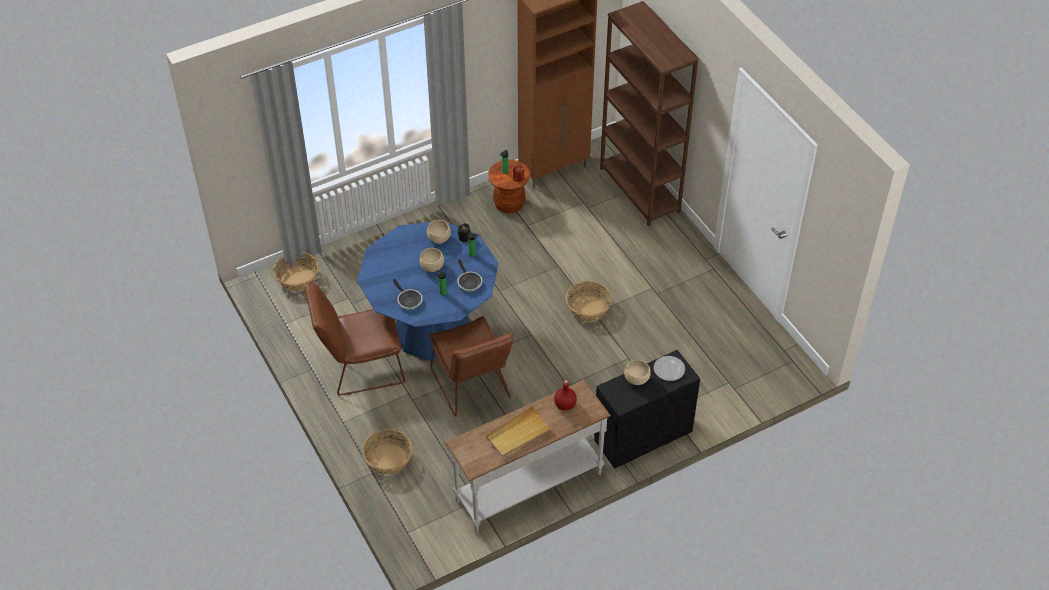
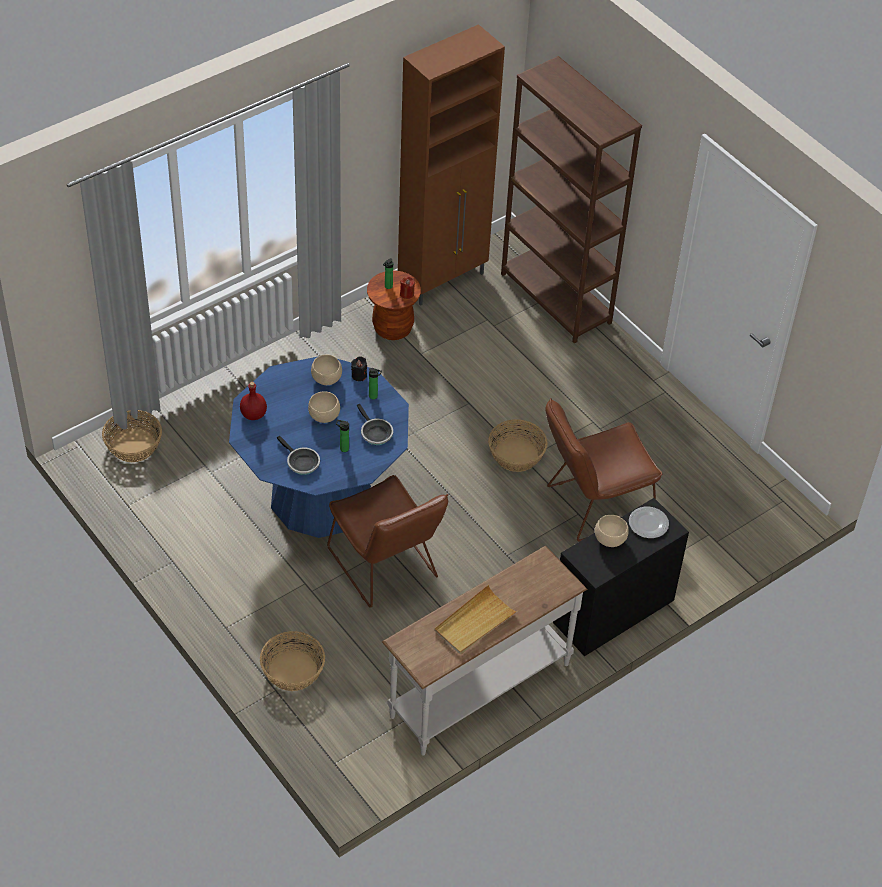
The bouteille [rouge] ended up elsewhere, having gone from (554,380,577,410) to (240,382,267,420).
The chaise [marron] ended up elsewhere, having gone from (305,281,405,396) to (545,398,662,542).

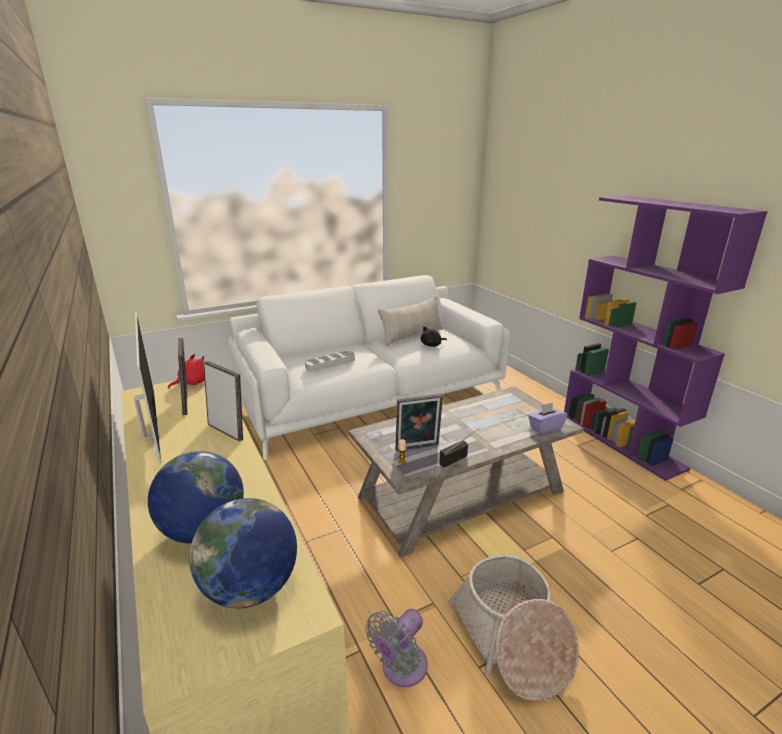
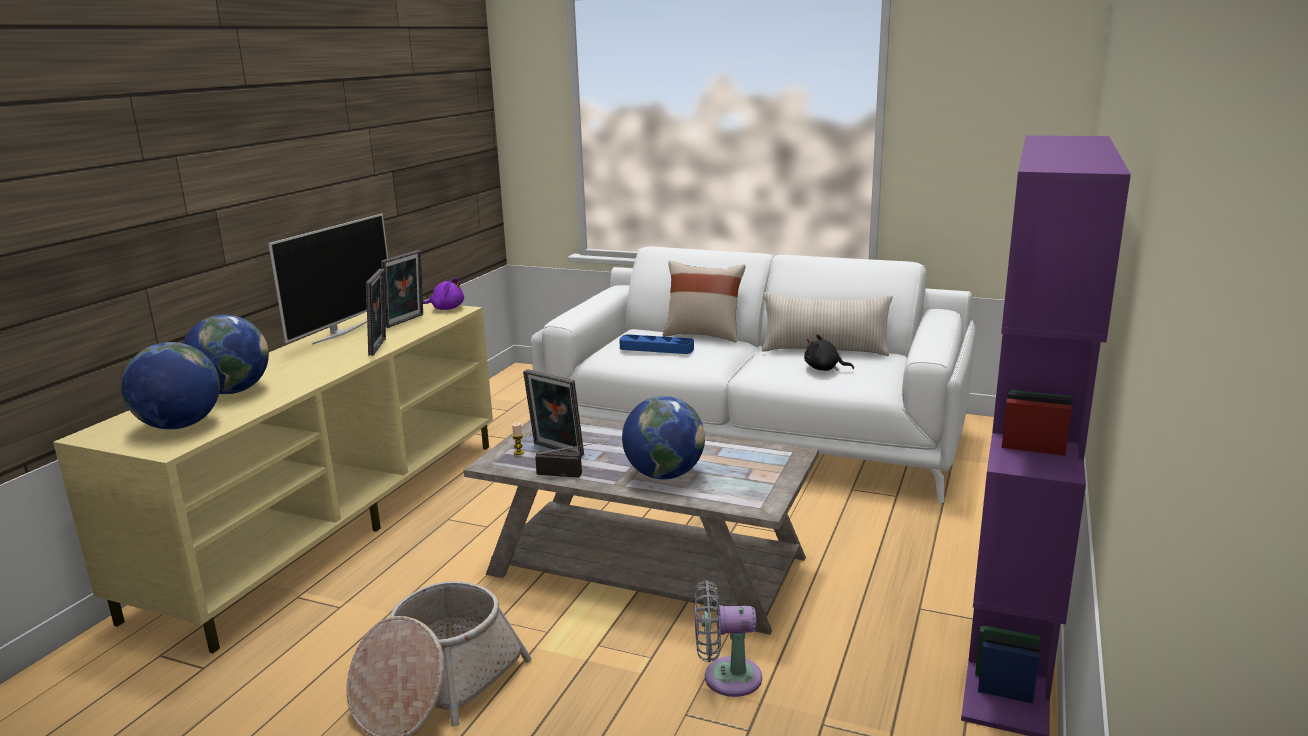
What was the peluche [rouge] at (168,354,205,389) turned into the peluche [violet] at (423,278,464,310).
What was the plateau [gris] at (305,350,355,372) turned into the plateau [bleu] at (619,334,694,354).
The second view gained the globe at (622,396,705,479).
The second view gained the coussin [beige] at (662,261,745,343).
The ventilateur [gris] ended up elsewhere, having gone from (365,609,428,687) to (695,580,762,697).
The second view lost the boîte à mouchoirs [violet] at (528,402,567,434).

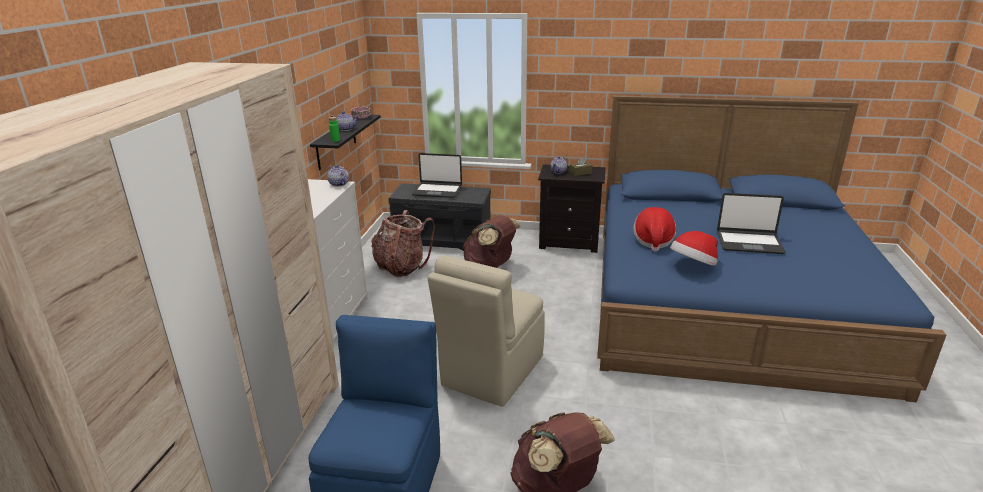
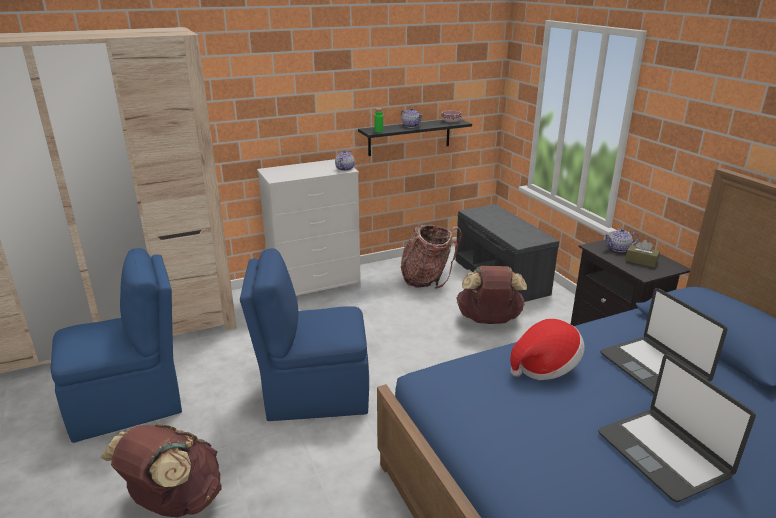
What was the chaise [beige] at (428,256,545,407) turned into the chaise [bleu] at (240,248,369,421).
The ordinateur portable ended up elsewhere, having gone from (412,153,462,198) to (600,288,727,394).
The second view lost the chapeau at (670,231,718,266).

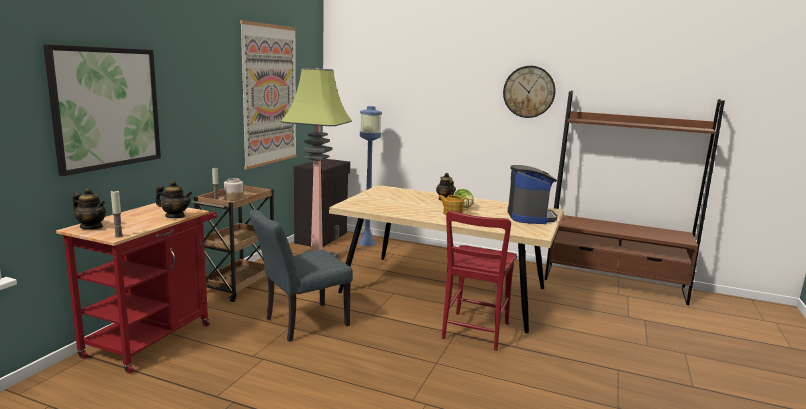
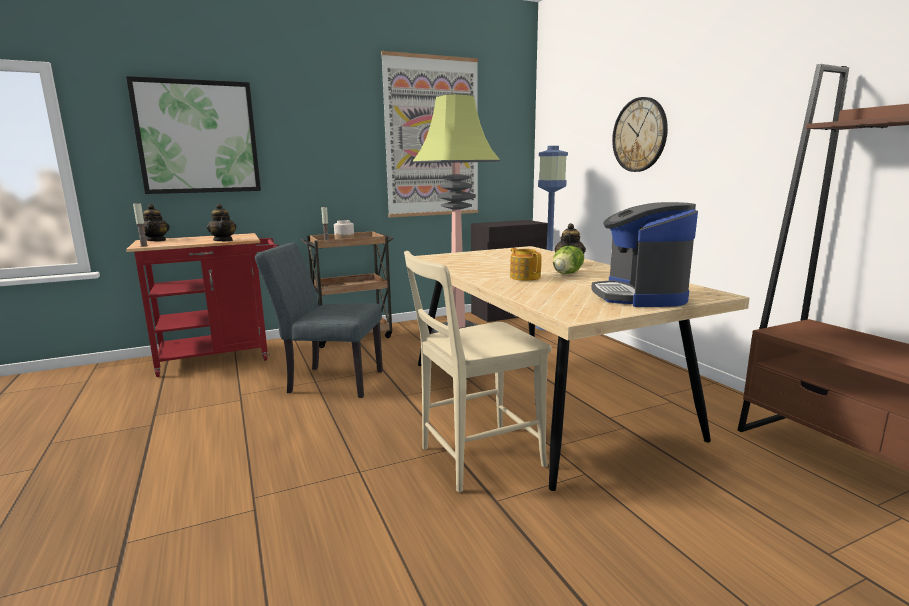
What was the chaise [rouge] at (442,211,517,351) turned into the chaise [beige] at (404,251,552,492).
The machine à café at (507,165,558,224) ended up facing another way, 135 degrees clockwise from before.
The horloge murale ended up elsewhere, having gone from (503,66,556,118) to (612,97,668,172).

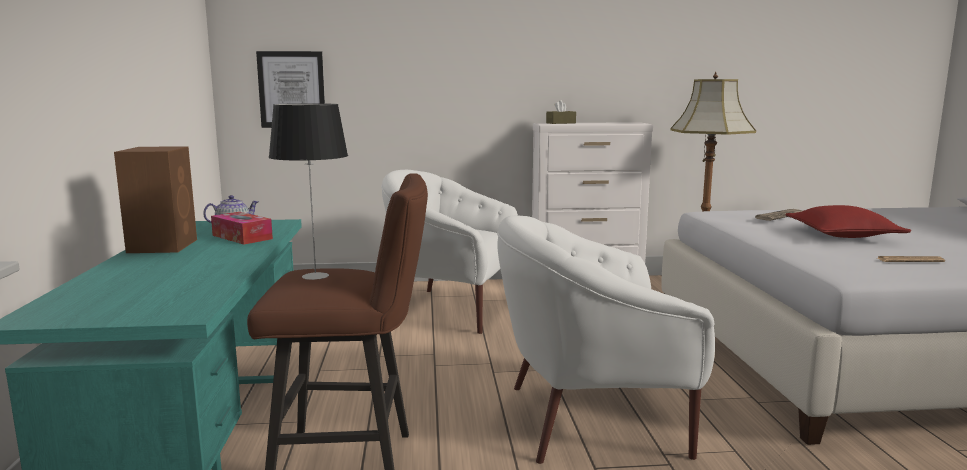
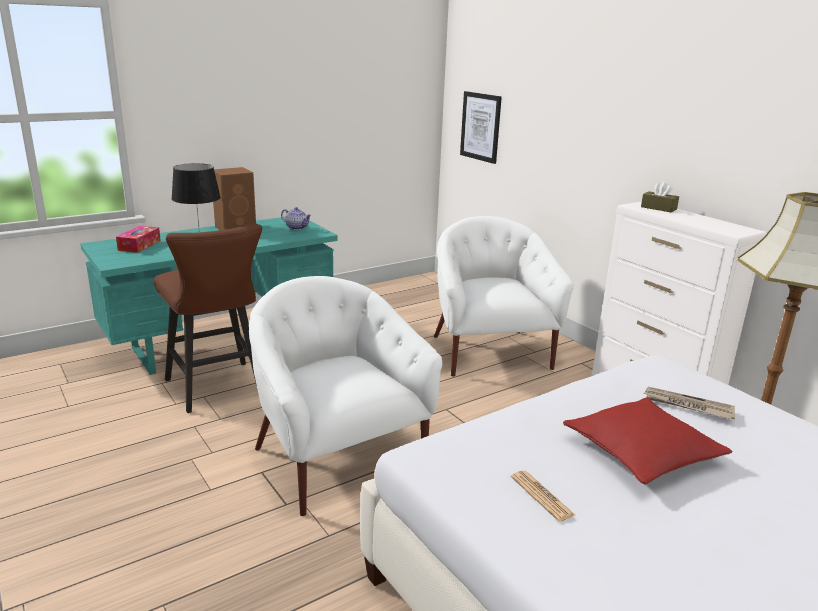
The boîte à mouchoirs ended up elsewhere, having gone from (211,212,273,245) to (116,226,161,253).

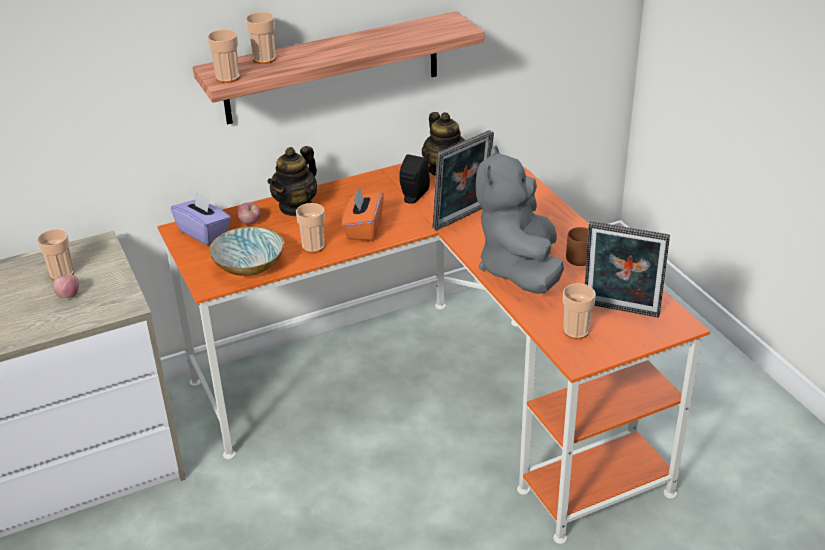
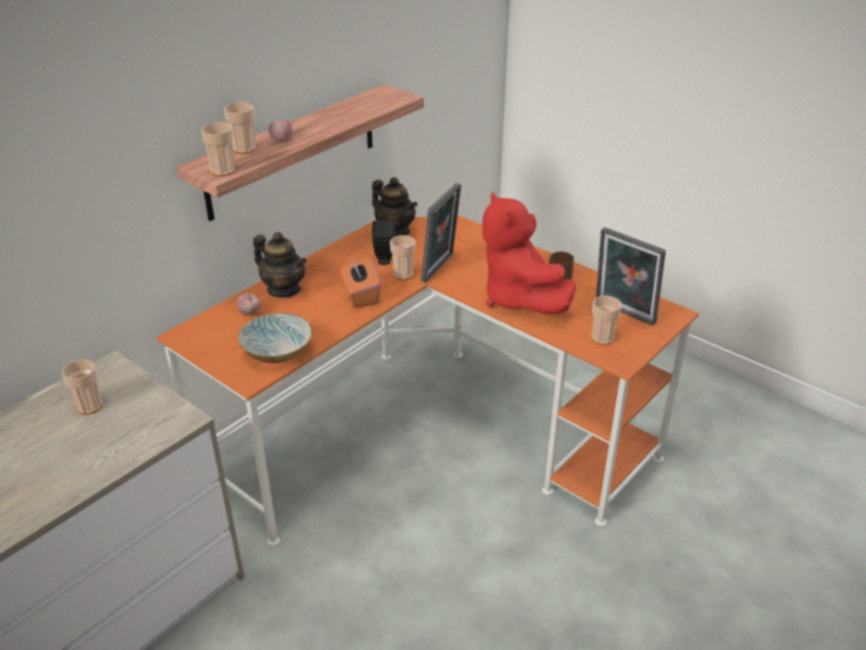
The théière at (268,146,317,216) ended up facing another way, 60 degrees counterclockwise from before.
The pomme ended up elsewhere, having gone from (53,275,79,298) to (269,120,292,142).
The tasse ended up elsewhere, having gone from (296,203,325,253) to (390,235,415,280).
What was the peluche [gris] at (476,145,564,294) turned into the peluche [rouge] at (482,191,576,314).
The cadre photo at (585,221,670,318) ended up facing another way, 45 degrees clockwise from before.
The second view lost the boîte à mouchoirs [violet] at (171,191,231,245).

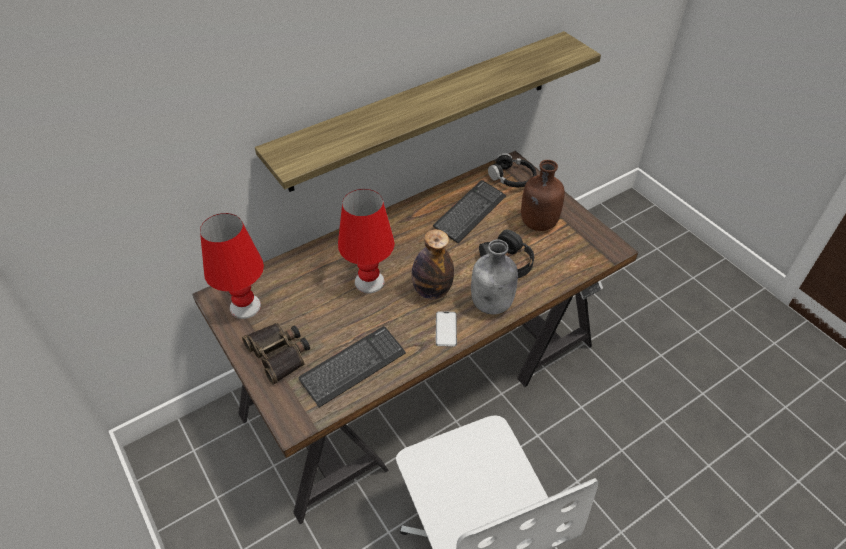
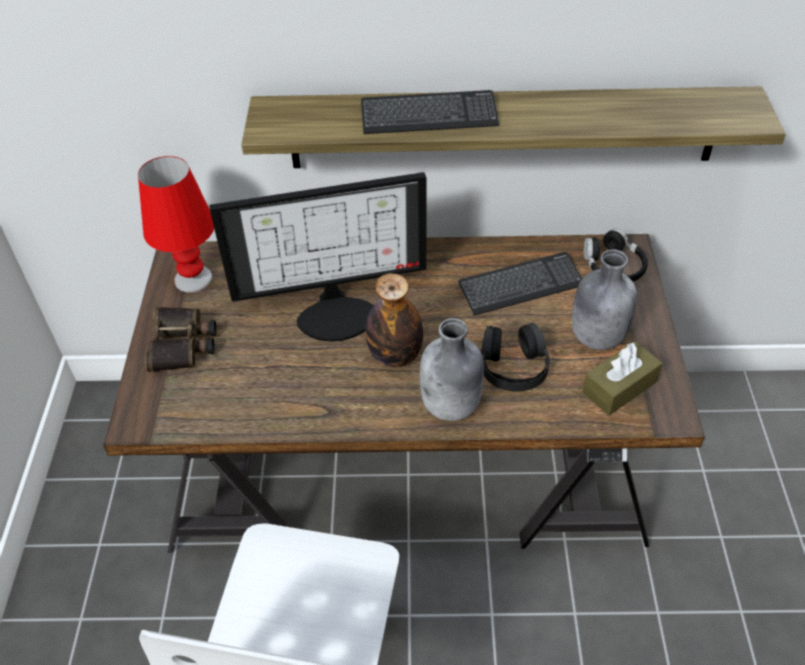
Where the lampe de table [rouge] stood at (338,189,395,293), the écran d'ordinateur came to stand at (210,172,427,342).
The clavier ended up elsewhere, having gone from (298,326,406,408) to (361,90,499,134).
What was the bouteille [marron] at (521,160,565,231) turned into the bouteille [gris] at (572,249,637,350).
The second view gained the boîte à mouchoirs [marron] at (582,341,663,416).
The second view lost the téléphone at (436,311,457,347).

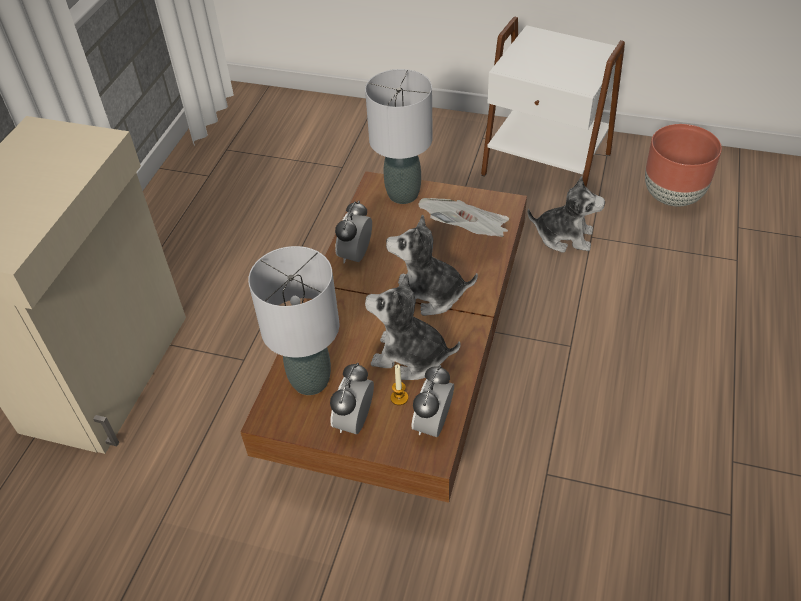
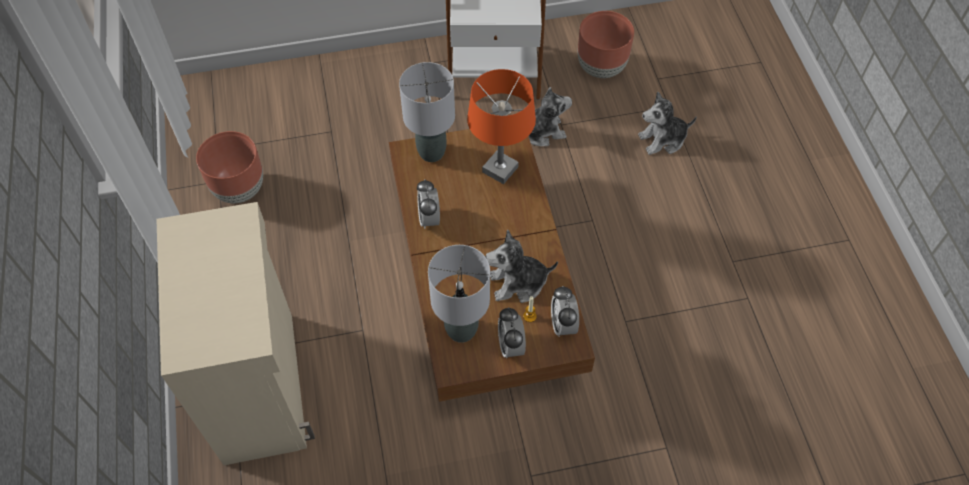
The second view gained the cache-pot [marron] at (196,131,263,203).
Where the journal stood at (419,198,509,237), the lampe de table [orange] came to stand at (467,69,536,184).
The peluche ended up elsewhere, having gone from (386,215,478,316) to (638,92,697,155).

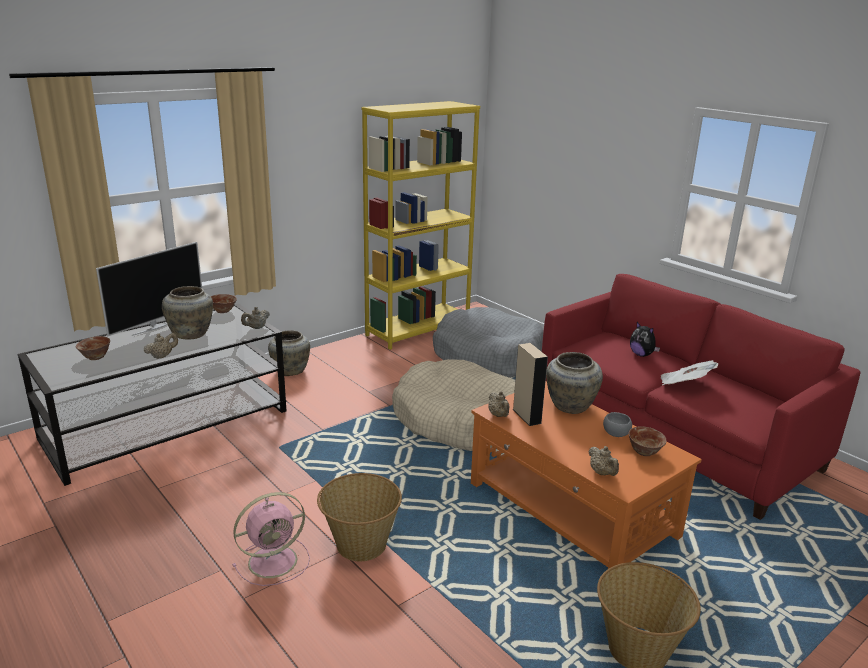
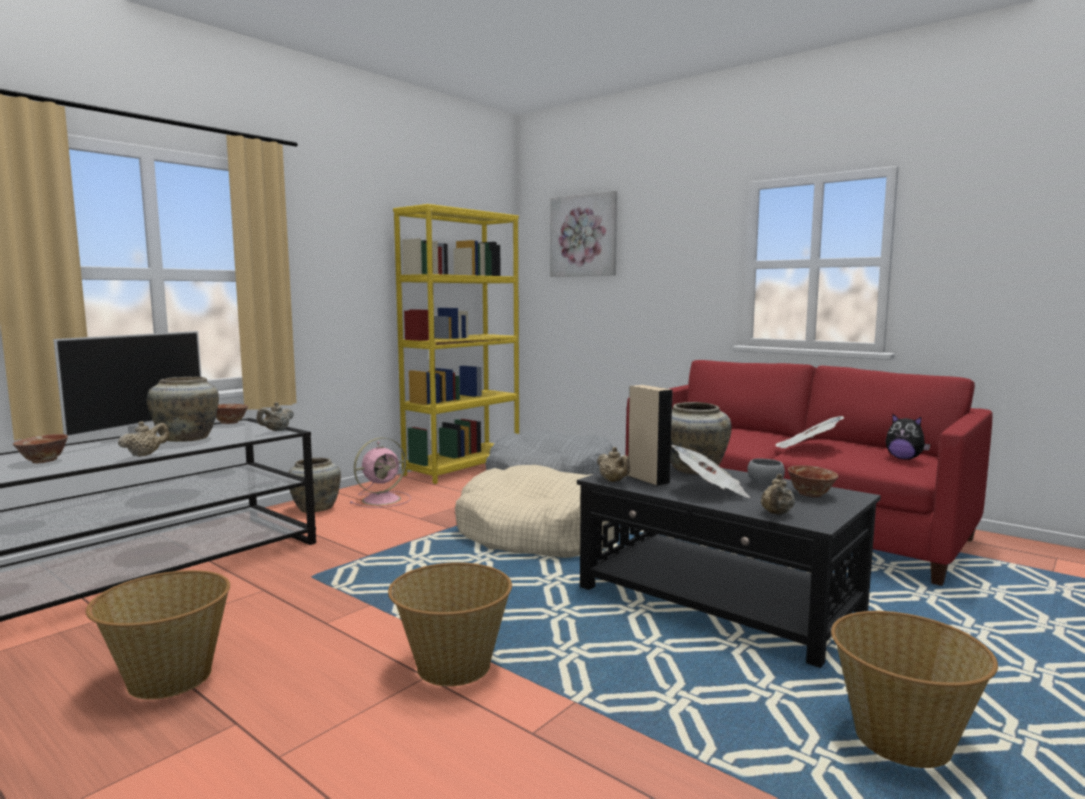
The second view gained the panier at (86,570,230,700).
The ventilateur [rose] ended up elsewhere, having gone from (232,492,310,586) to (350,437,411,508).
The second view gained the tableau at (550,191,617,277).
What was the table basse [orange] at (471,381,702,569) turned into the table basse [noir] at (577,462,881,668).
The second view gained the journal at (671,445,750,498).
The théière [beige] at (588,446,619,476) ended up facing another way, 60 degrees clockwise from before.
The peluche ended up elsewhere, having gone from (630,322,660,357) to (886,413,931,460).

